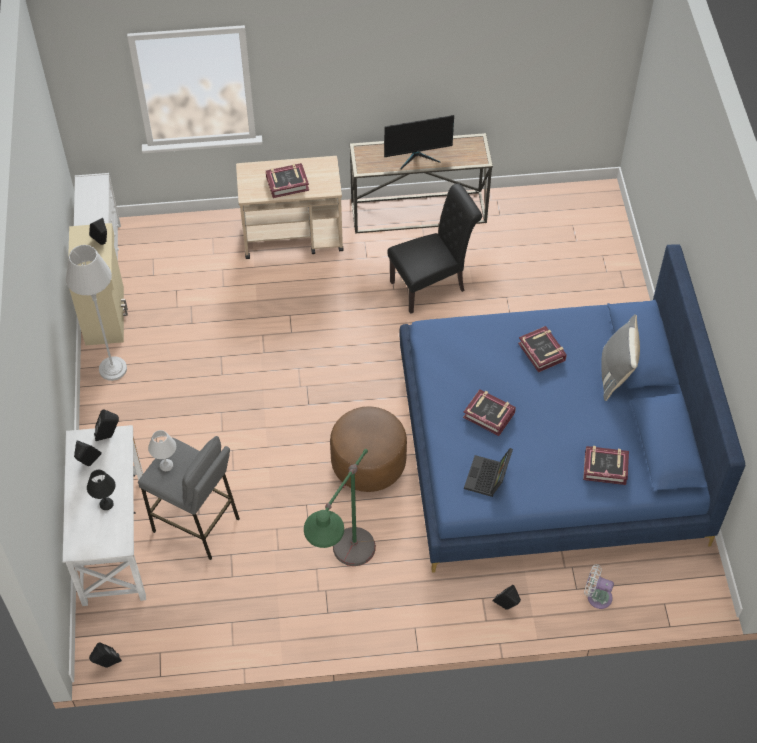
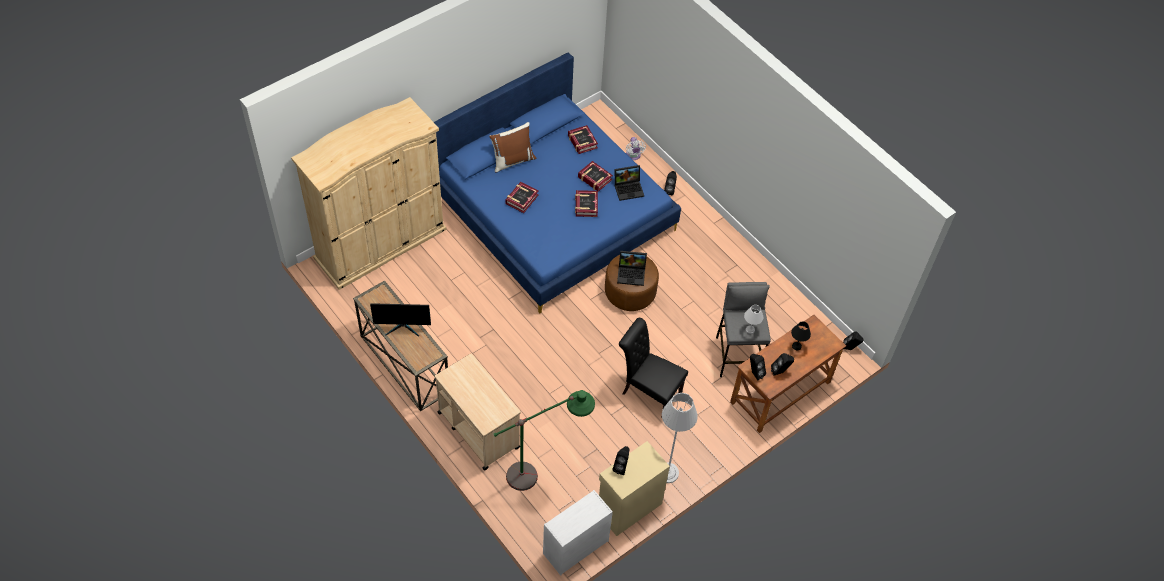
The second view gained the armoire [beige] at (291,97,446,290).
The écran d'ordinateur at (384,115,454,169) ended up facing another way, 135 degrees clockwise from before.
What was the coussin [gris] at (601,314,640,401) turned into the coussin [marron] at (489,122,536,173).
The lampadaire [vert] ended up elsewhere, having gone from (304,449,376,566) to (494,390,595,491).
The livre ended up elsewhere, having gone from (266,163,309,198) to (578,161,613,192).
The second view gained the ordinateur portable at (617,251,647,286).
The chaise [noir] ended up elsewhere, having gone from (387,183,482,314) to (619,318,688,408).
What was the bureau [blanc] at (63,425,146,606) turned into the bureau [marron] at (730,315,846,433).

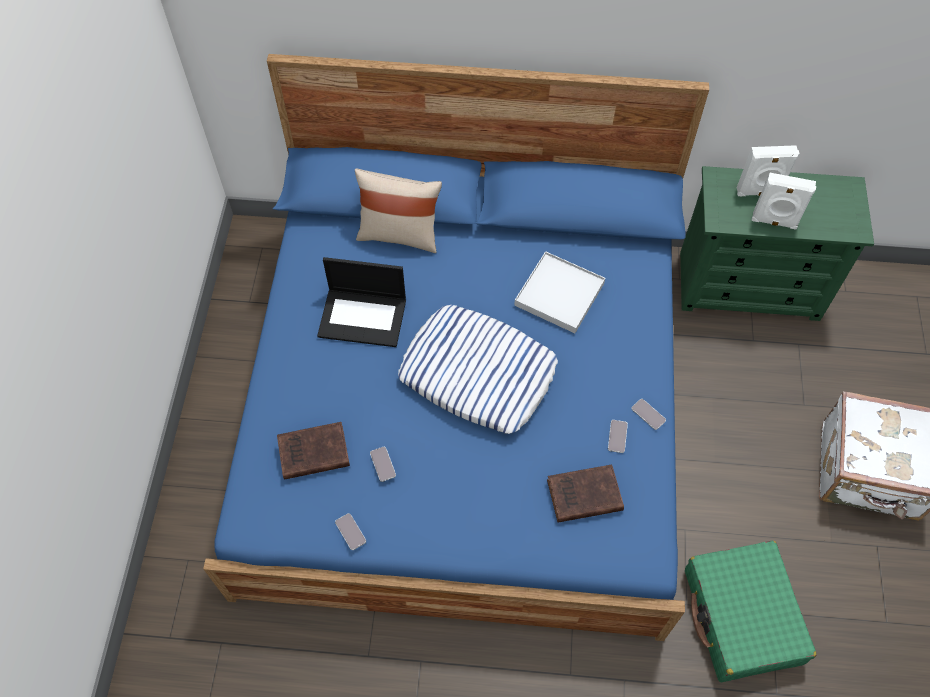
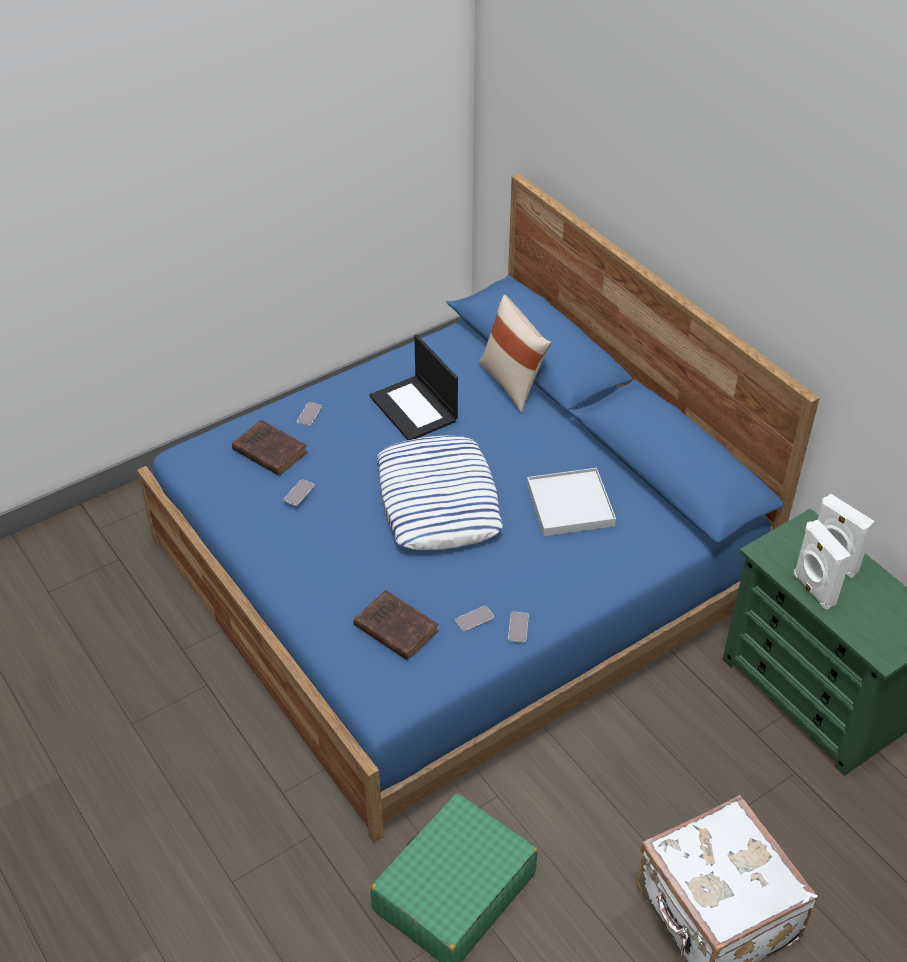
The téléphone ended up elsewhere, having gone from (335,513,366,550) to (297,402,322,426).

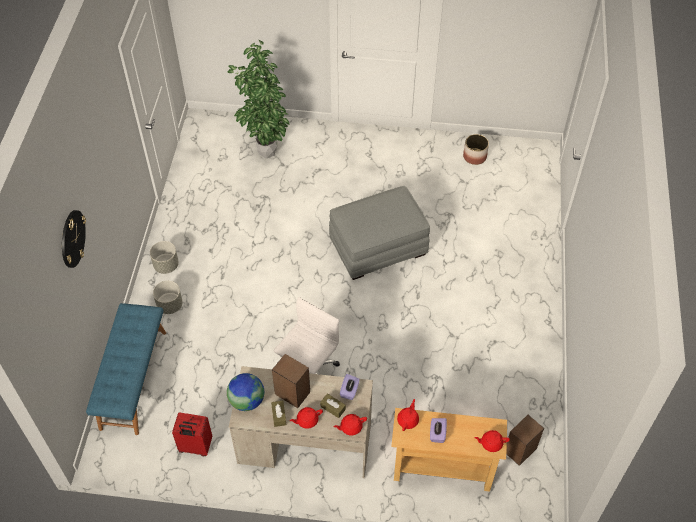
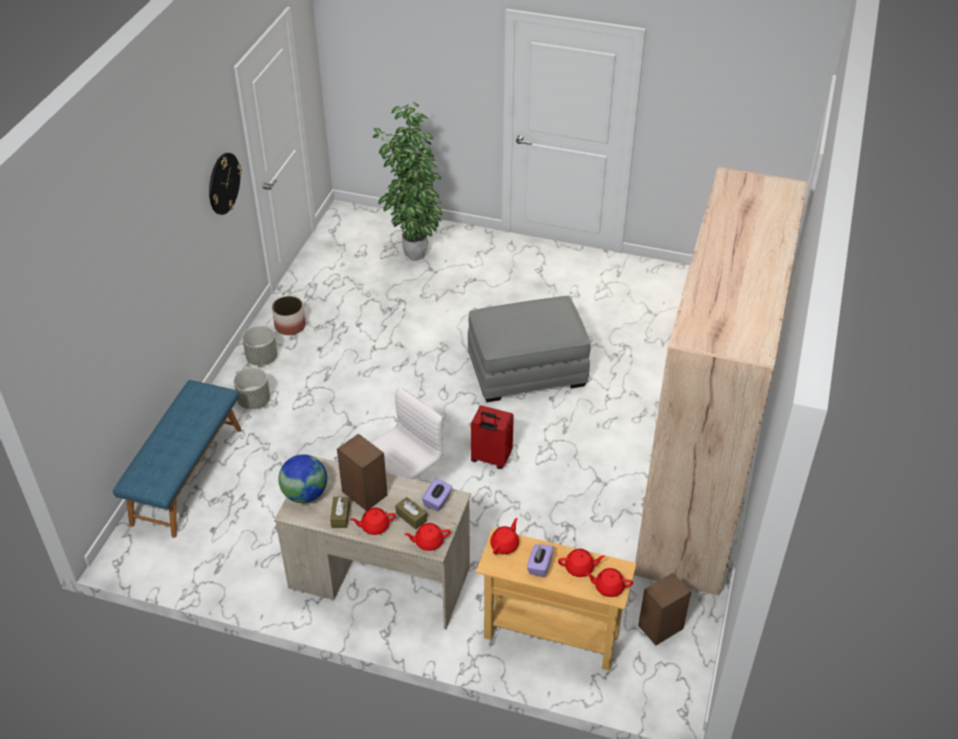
The horloge murale ended up elsewhere, having gone from (62,210,86,268) to (209,153,242,215).
The cache-pot ended up elsewhere, having gone from (463,134,489,165) to (272,296,306,335).
The valise [rouge] ended up elsewhere, having gone from (172,412,212,456) to (471,405,514,469).
The second view gained the théière [rouge] at (558,549,606,577).
The second view gained the armoire [beige] at (634,167,807,596).

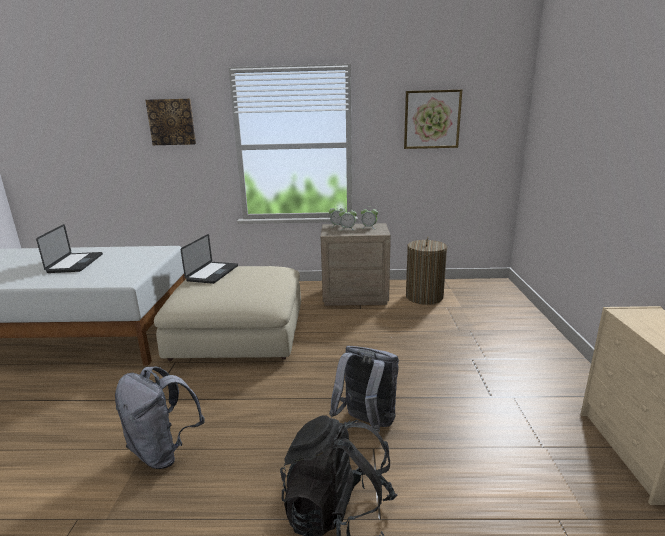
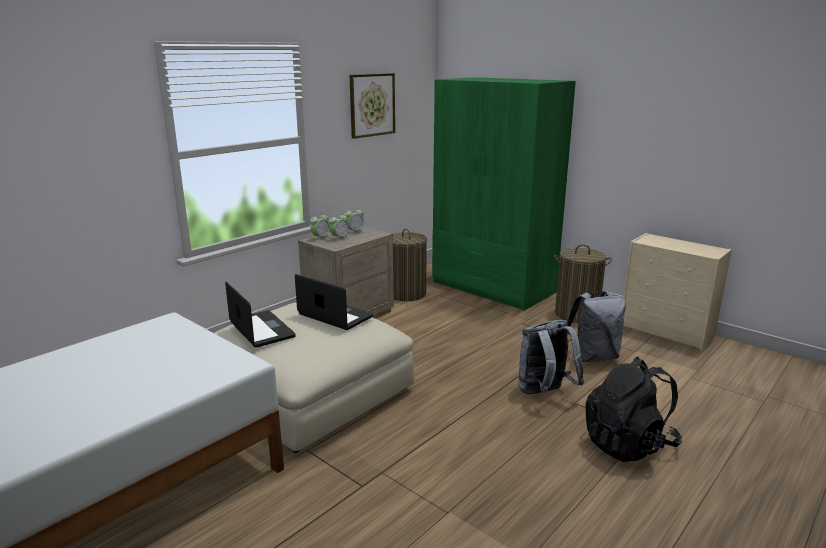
The ordinateur portable ended up elsewhere, having gone from (36,224,103,273) to (295,274,373,330).
The second view gained the armoire [vert] at (432,77,576,311).
The second view gained the panier à linge at (554,245,612,323).
The sac à dos [gris] ended up elsewhere, having gone from (115,367,205,469) to (567,291,626,362).
The second view lost the tableau at (145,99,196,145).

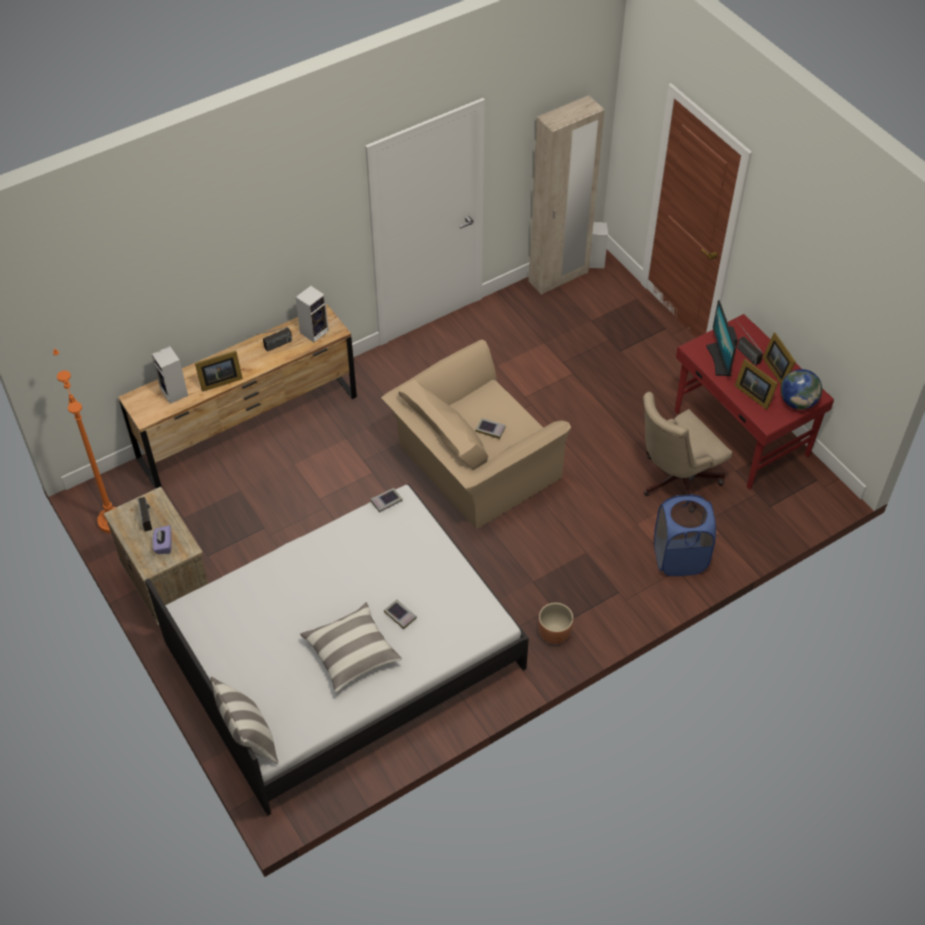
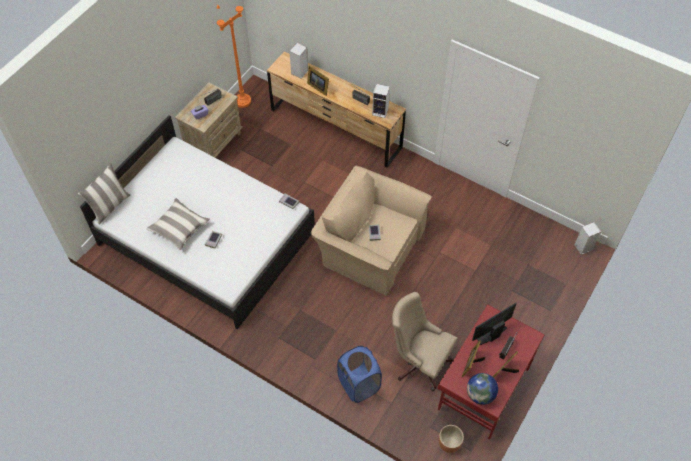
The cache-pot [marron] ended up elsewhere, having gone from (538,603,574,644) to (439,425,464,453).
The second view lost the armoire [beige] at (528,95,605,295).

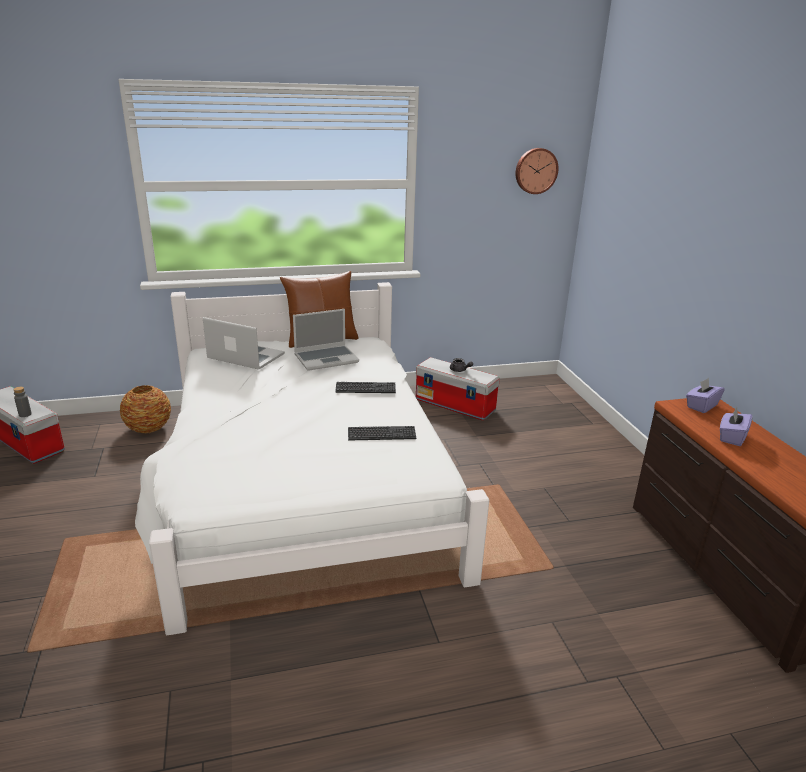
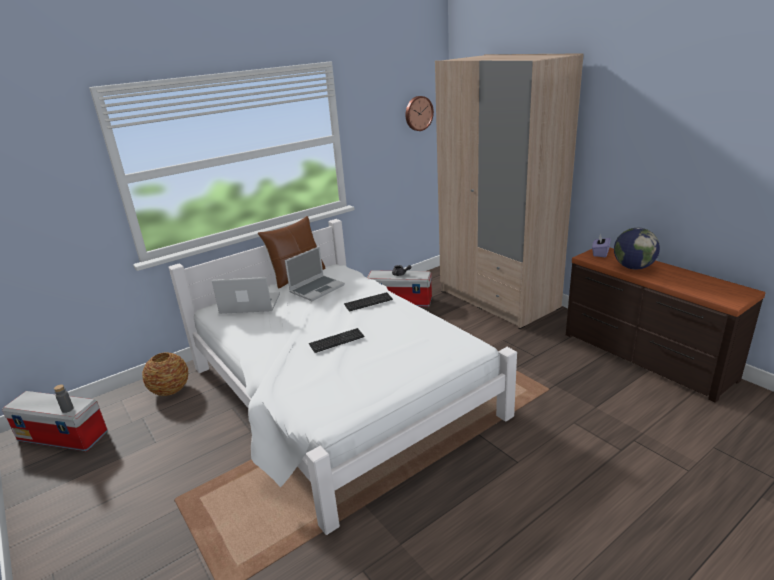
The clavier ended up elsewhere, having gone from (348,426,416,440) to (309,328,365,353).
The second view gained the armoire [beige] at (435,53,584,329).
Where the boîte à mouchoirs [violet] stood at (720,407,753,446), the globe came to stand at (614,228,660,270).

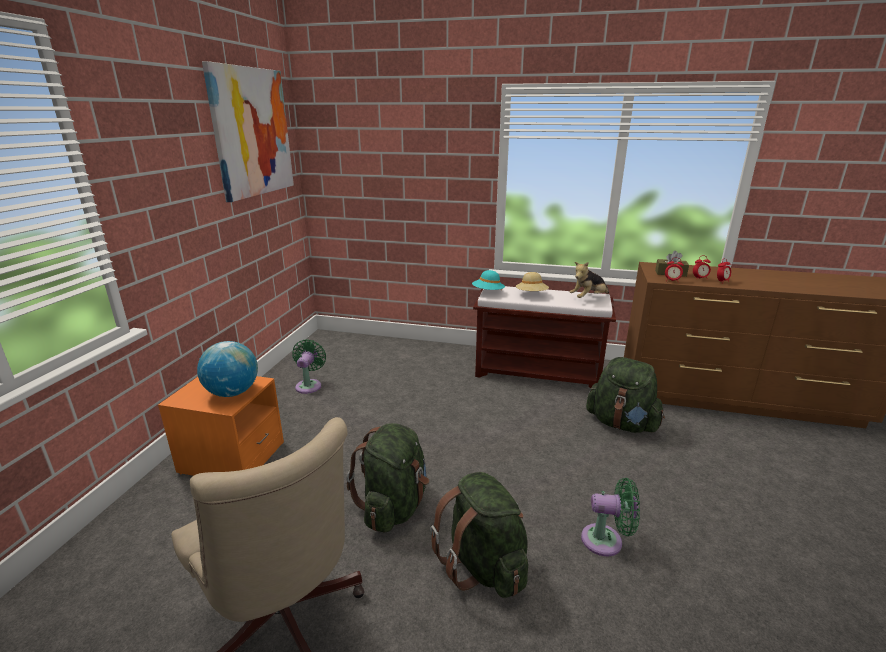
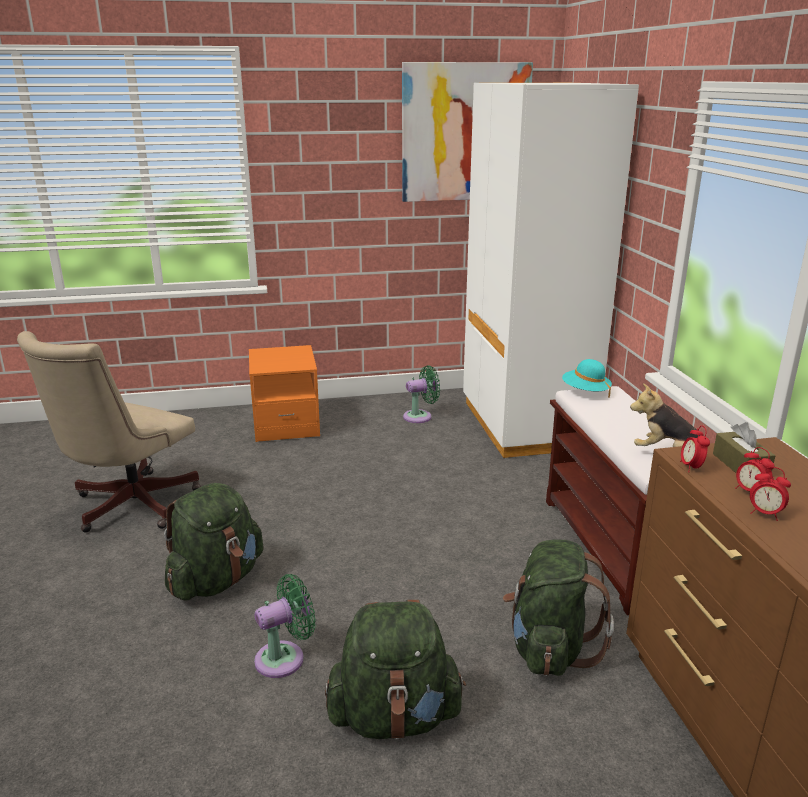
The ventilateur [vert] at (581,478,640,556) ended up facing another way, 105 degrees counterclockwise from before.
The sac à dos [vert] ended up elsewhere, having gone from (346,423,429,532) to (325,600,466,740).
The second view gained the armoire [blanc] at (463,83,639,458).
The second view lost the globe at (197,341,258,397).
The second view lost the chapeau [beige] at (516,272,549,291).

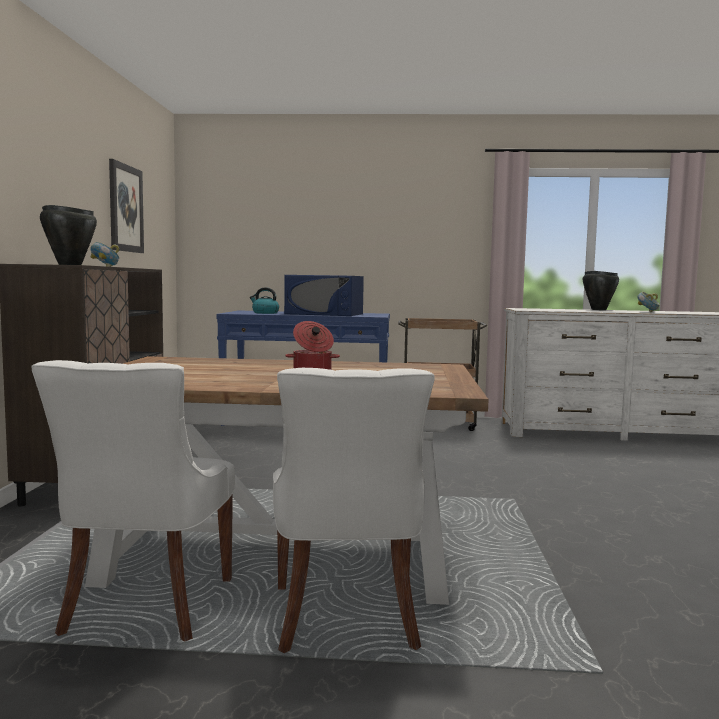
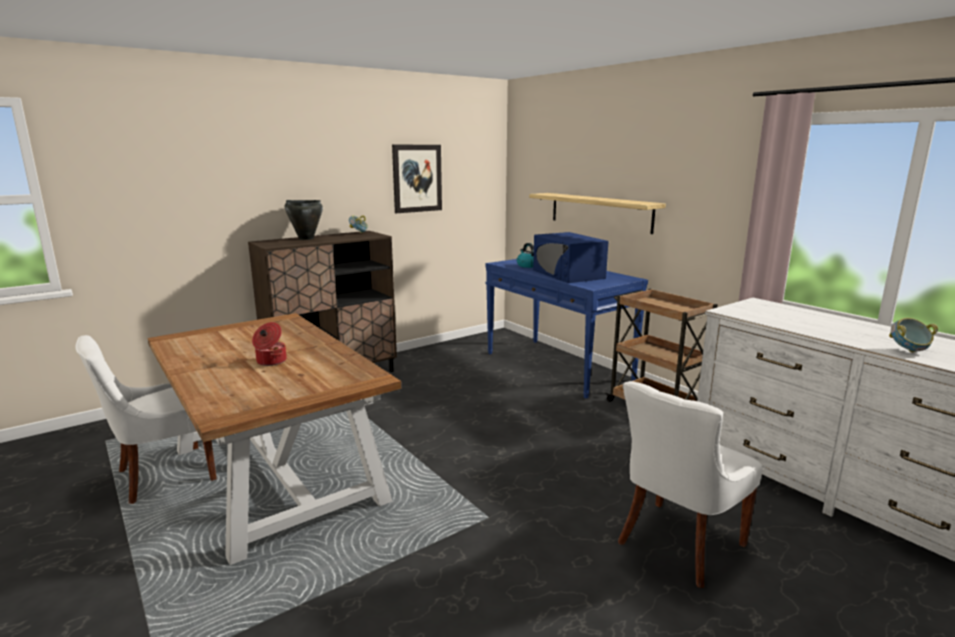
The second view gained the étagère at (529,193,666,234).
The chaise [blanc] ended up elsewhere, having gone from (273,368,435,653) to (618,381,763,588).
The second view lost the marmite [noir] at (583,271,619,310).

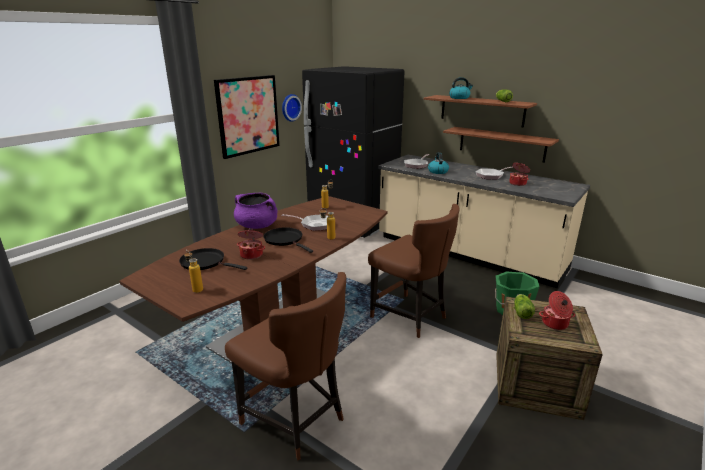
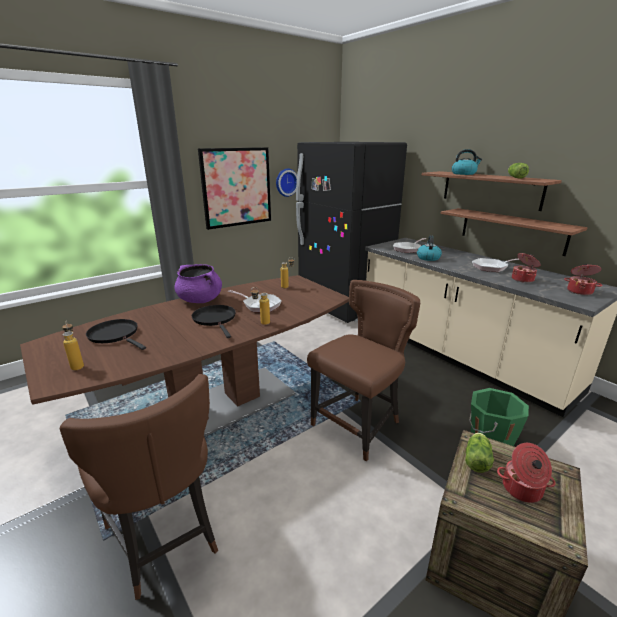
The chaise [marron] at (368,204,460,338) ended up facing another way, 105 degrees counterclockwise from before.
The marmite ended up elsewhere, having gone from (237,228,265,260) to (564,264,602,295).

